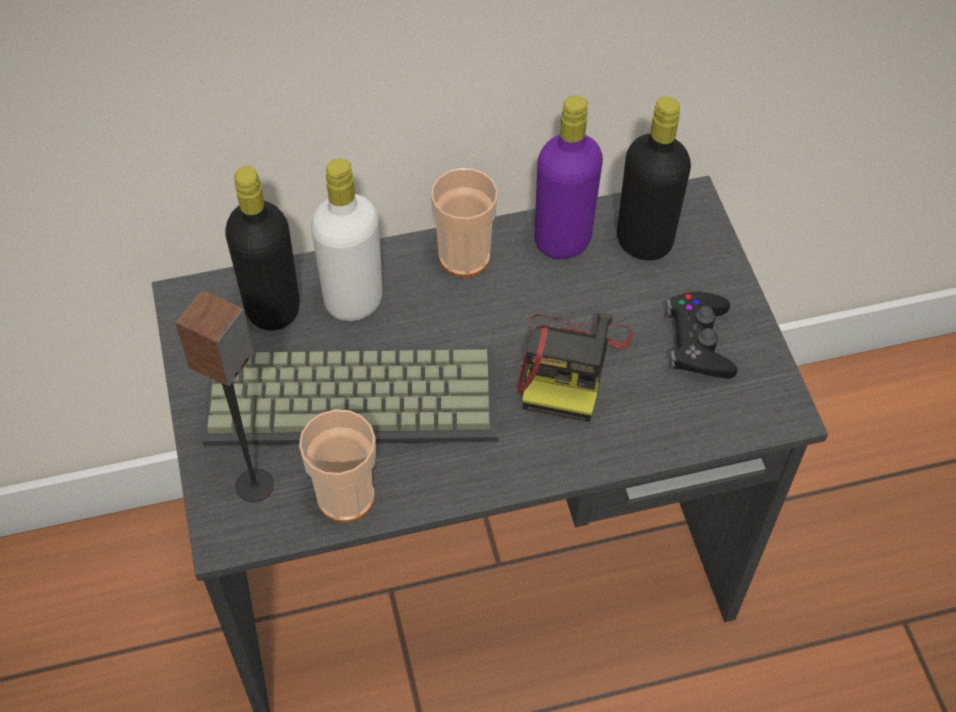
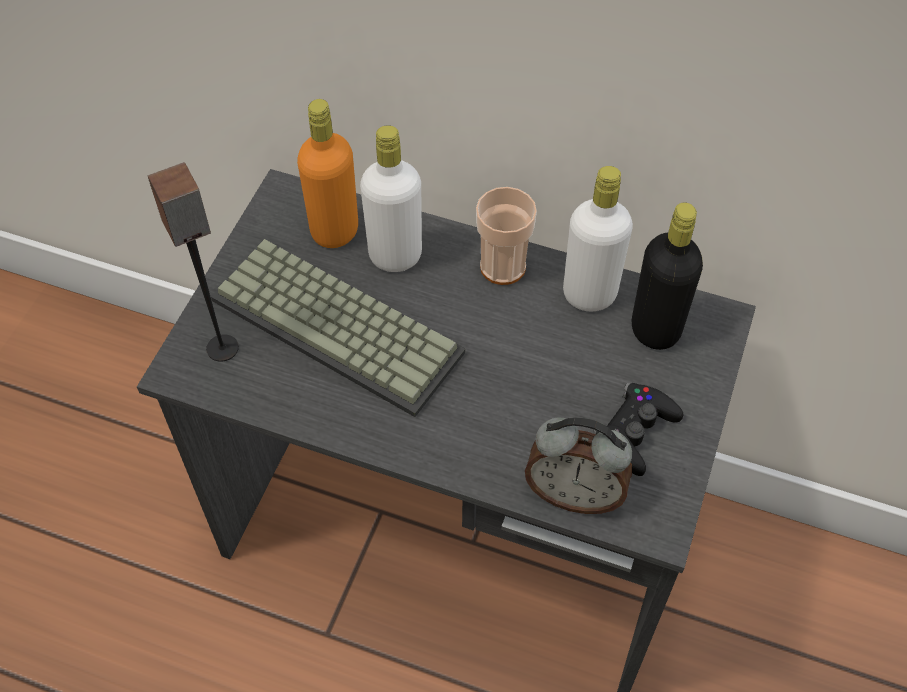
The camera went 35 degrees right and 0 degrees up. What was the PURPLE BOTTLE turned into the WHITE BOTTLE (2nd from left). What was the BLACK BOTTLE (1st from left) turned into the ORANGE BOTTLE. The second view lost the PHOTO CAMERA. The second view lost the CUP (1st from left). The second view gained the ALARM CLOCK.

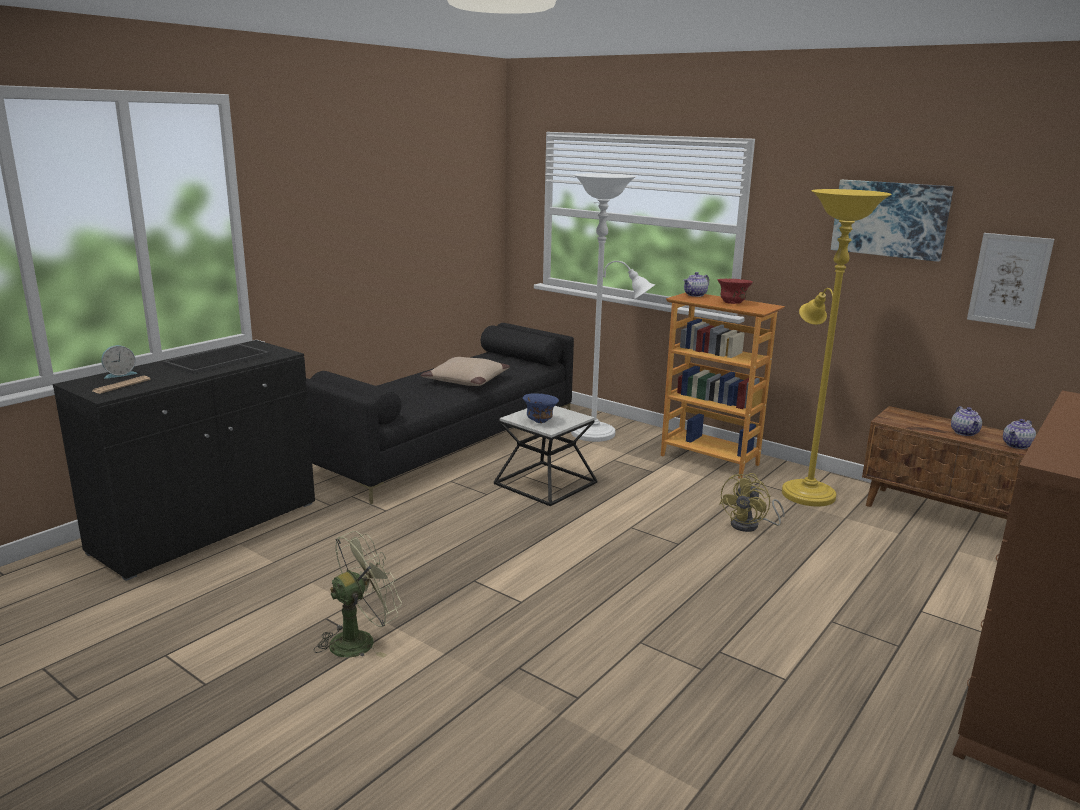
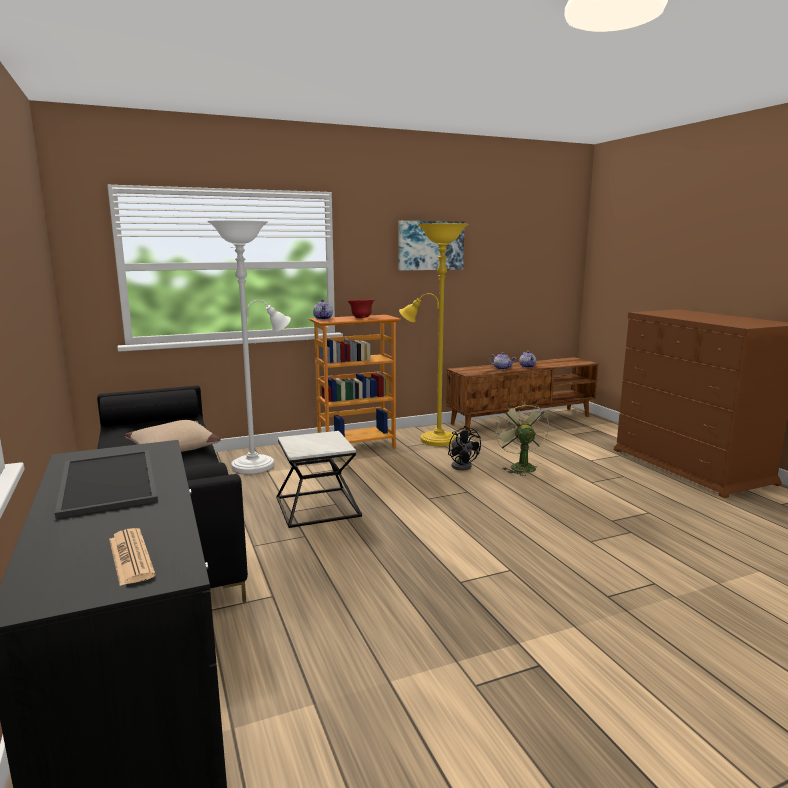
The camera went 60 degrees left and 5 degrees down. The second view lost the PICTURE (2nd from left). The second view lost the ALARM CLOCK. The second view lost the BLUE BOWL. What was the YELLOW FAN turned into the BLACK FAN. The GREEN FAN ended up elsewhere.

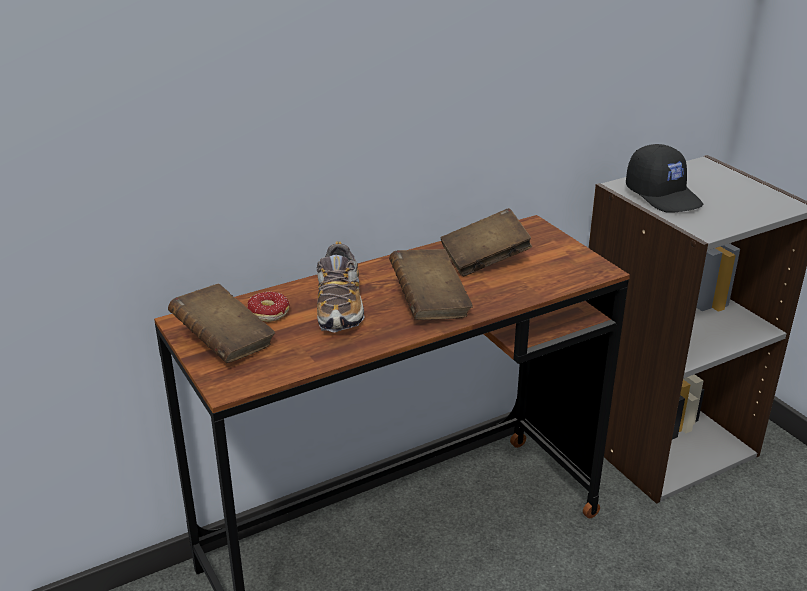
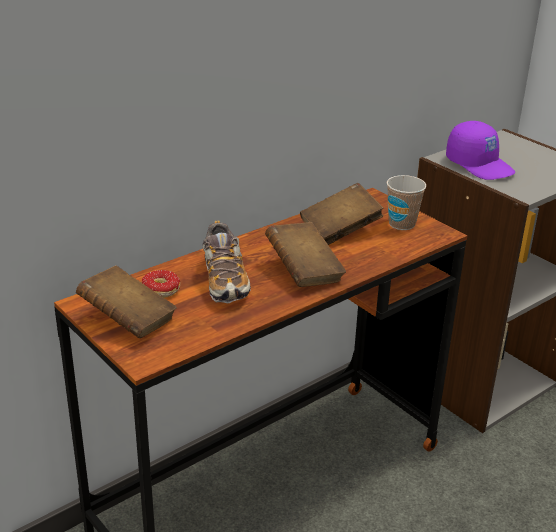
The camera went 10 degrees left and 0 degrees up. What was the BLACK CAP turned into the PURPLE CAP. The second view gained the CUP.

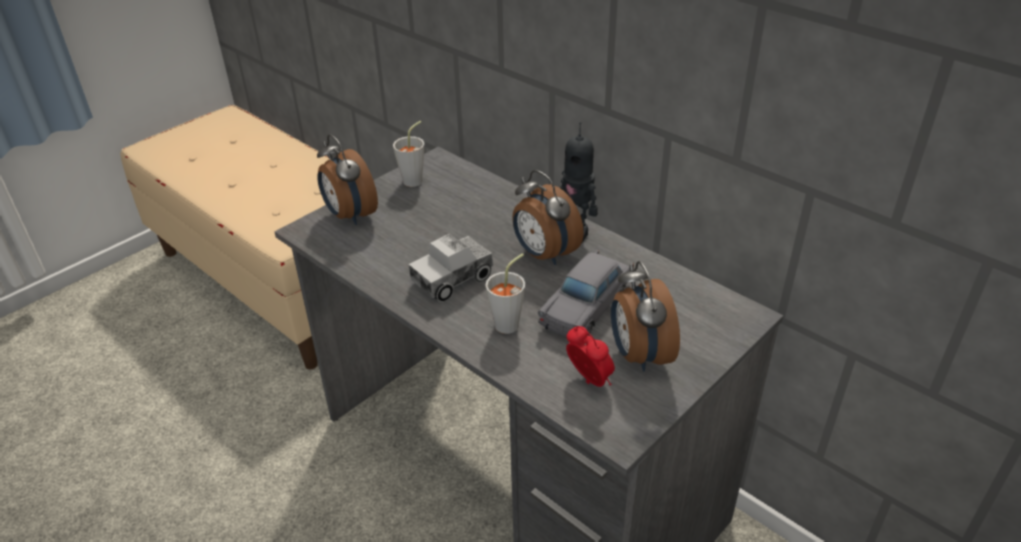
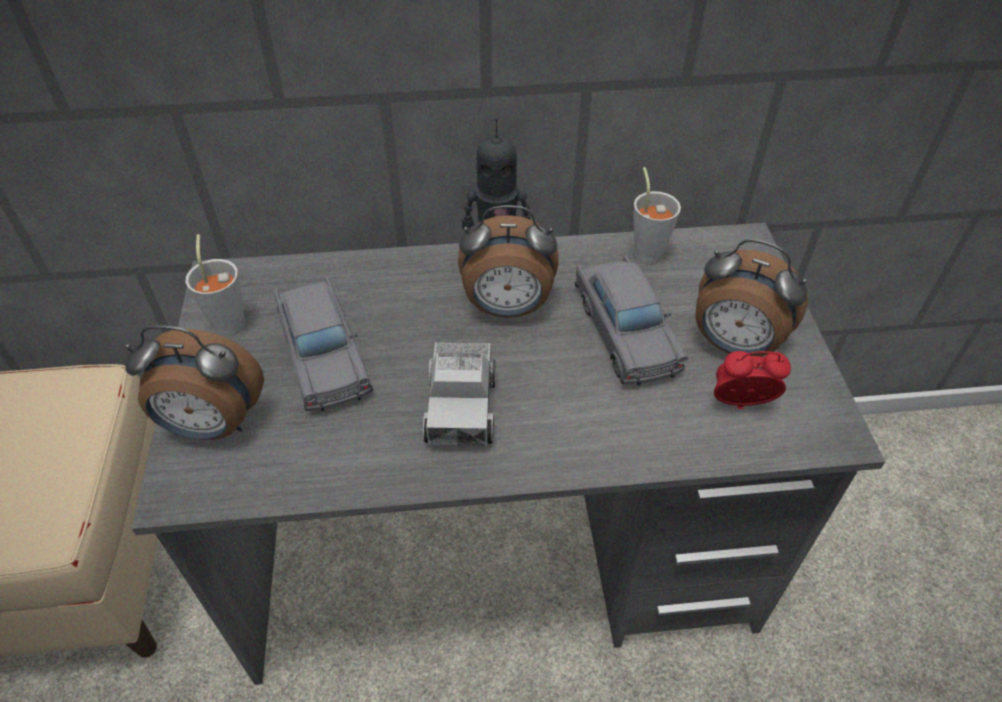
The camera went 50 degrees left and 10 degrees up. The GREY CUP (2nd from left) ended up elsewhere. The second view gained the GREY TOY CAR (1st from left).

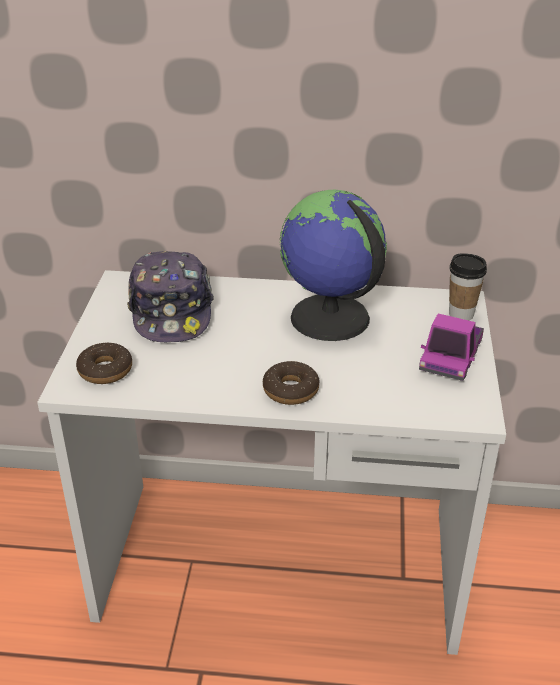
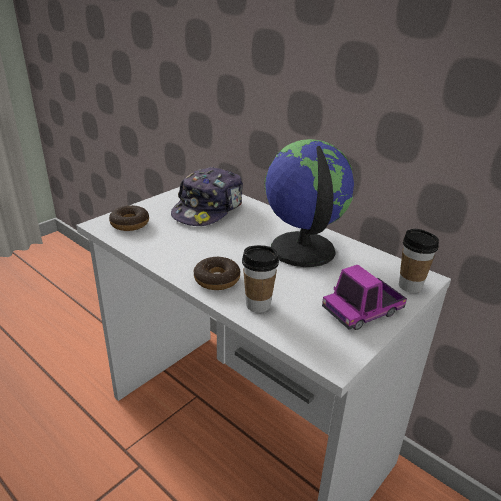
The camera went 35 degrees right and 5 degrees down. The second view gained the CUP (1st from left).

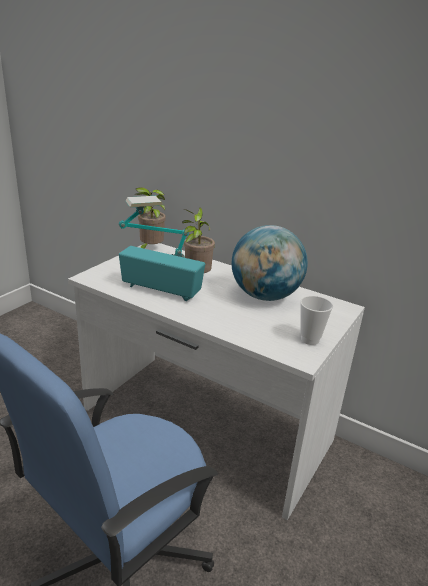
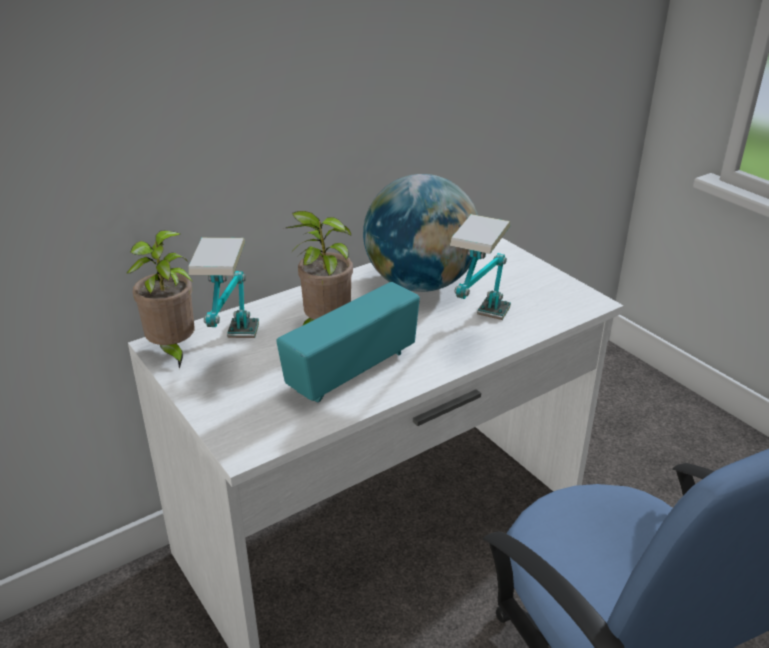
The camera went 65 degrees left and 5 degrees up. The second view lost the CUP. The second view gained the TABLE LAMP (2nd from left).

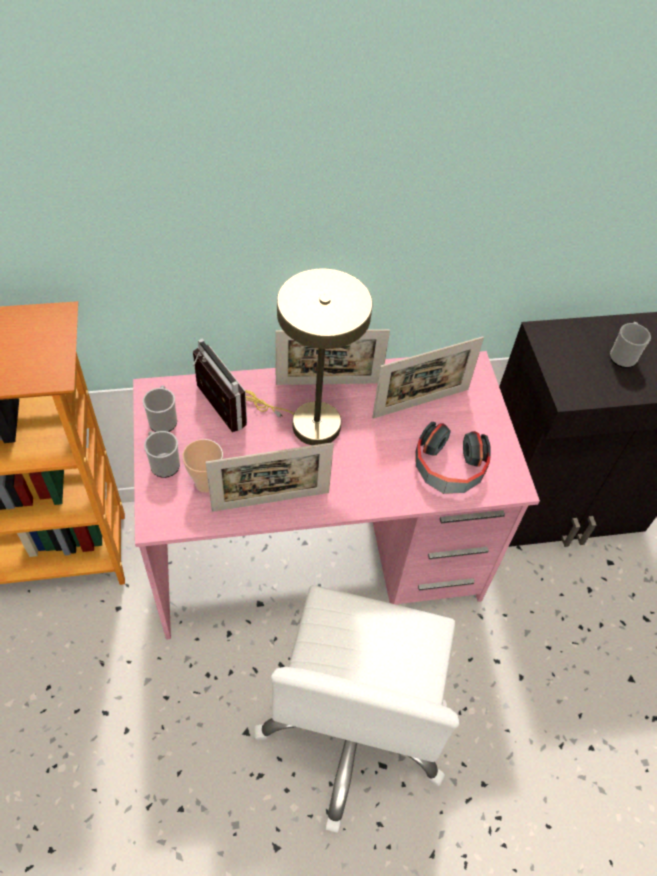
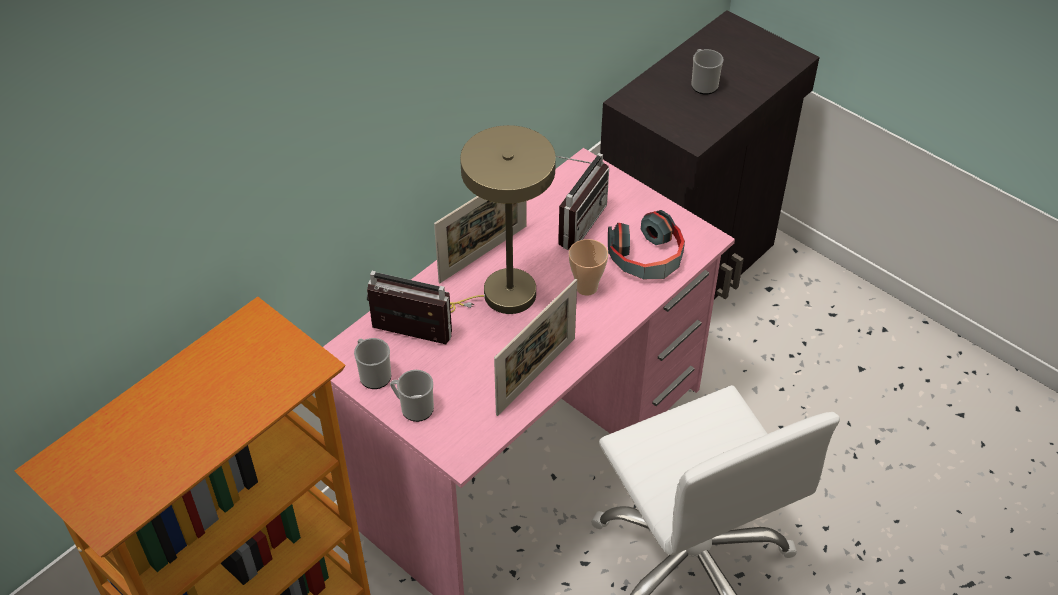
The camera went 35 degrees left and 5 degrees down. Where the PICTURE FRAME (3rd from left) stood, the RADIO (2nd from left) came to stand. The CUP ended up elsewhere.

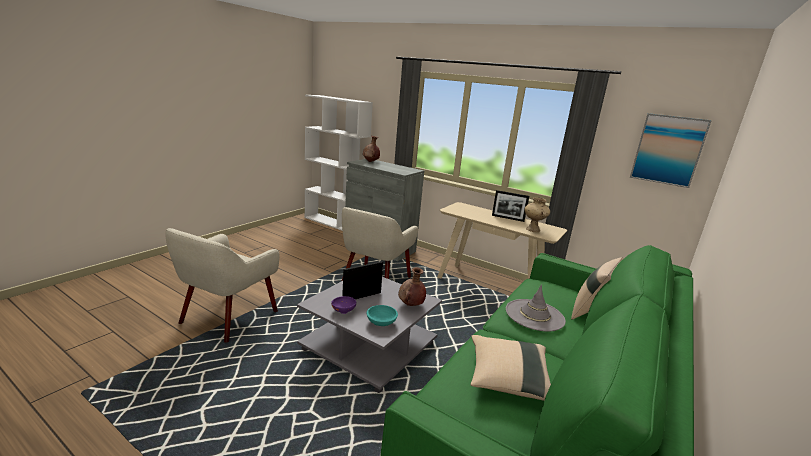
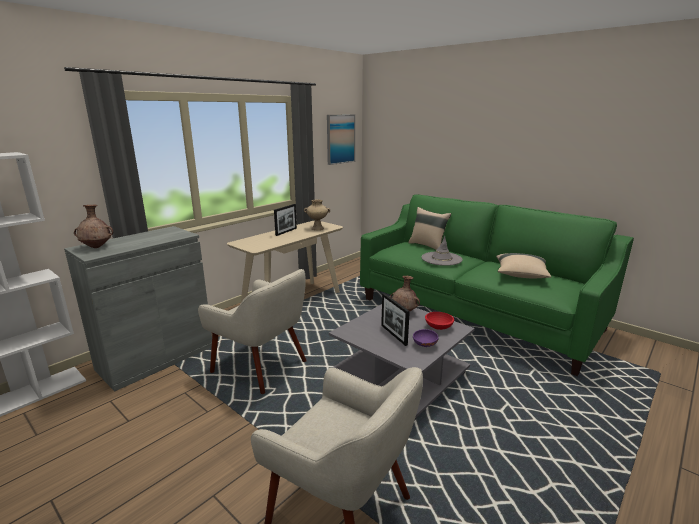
The camera went 80 degrees left and 0 degrees up. What was the TURQUOISE BOWL turned into the RED BOWL.

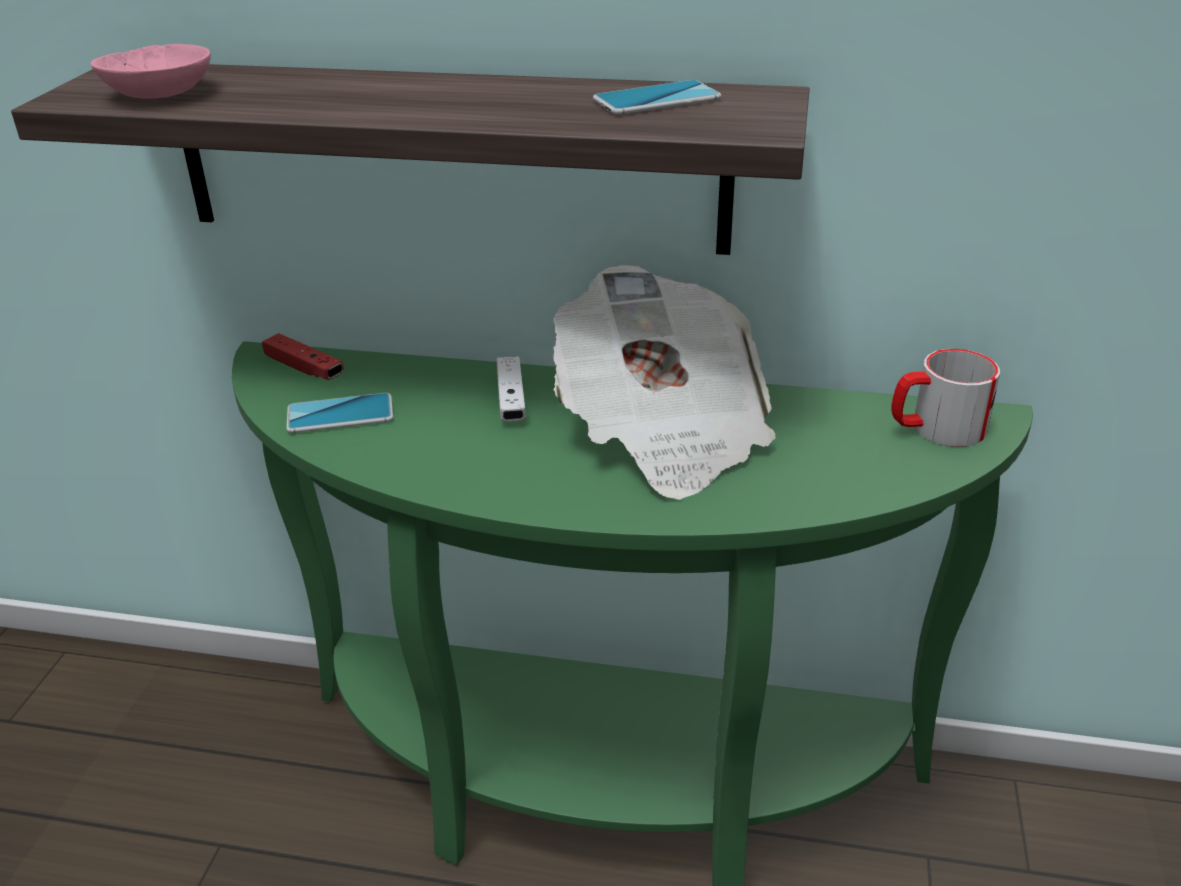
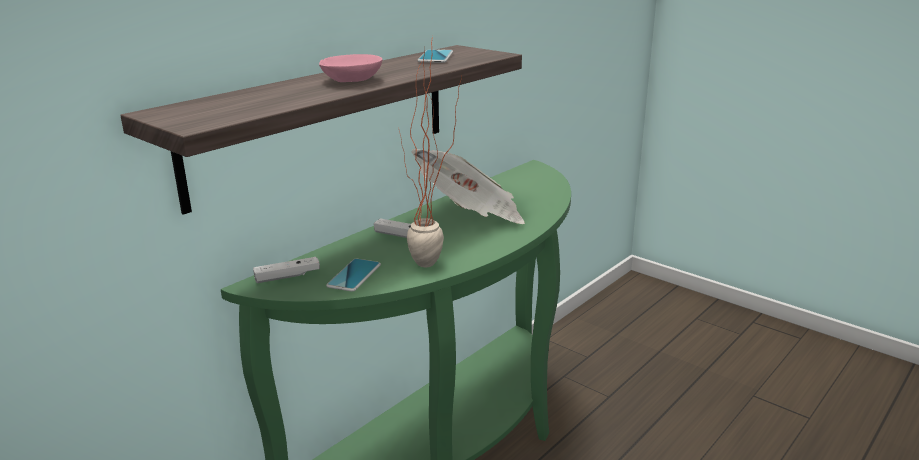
The camera went 60 degrees left and 10 degrees down. The PINK BOWL ended up elsewhere. What was the RED GAME CONTROLLER turned into the WHITE GAME CONTROLLER (1st from left). The second view lost the MUG. The second view gained the POTTED PLANT.

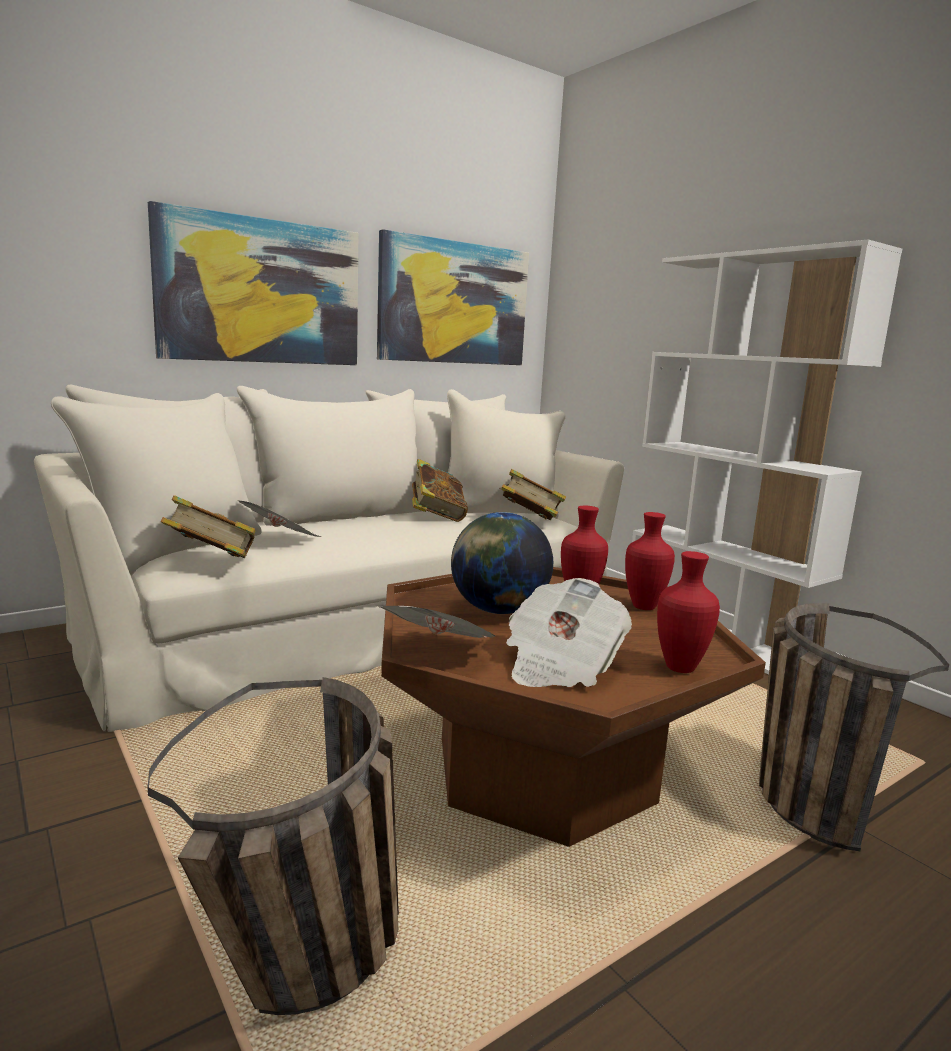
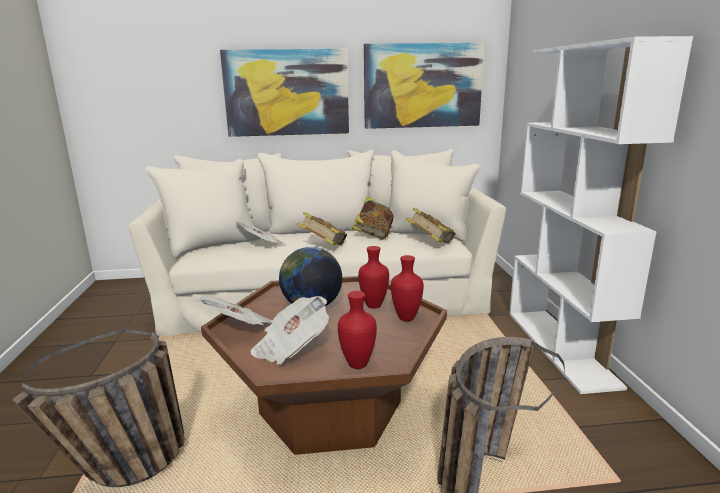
The camera went 30 degrees right and 5 degrees up. The BOOK (1st from left) ended up elsewhere.

